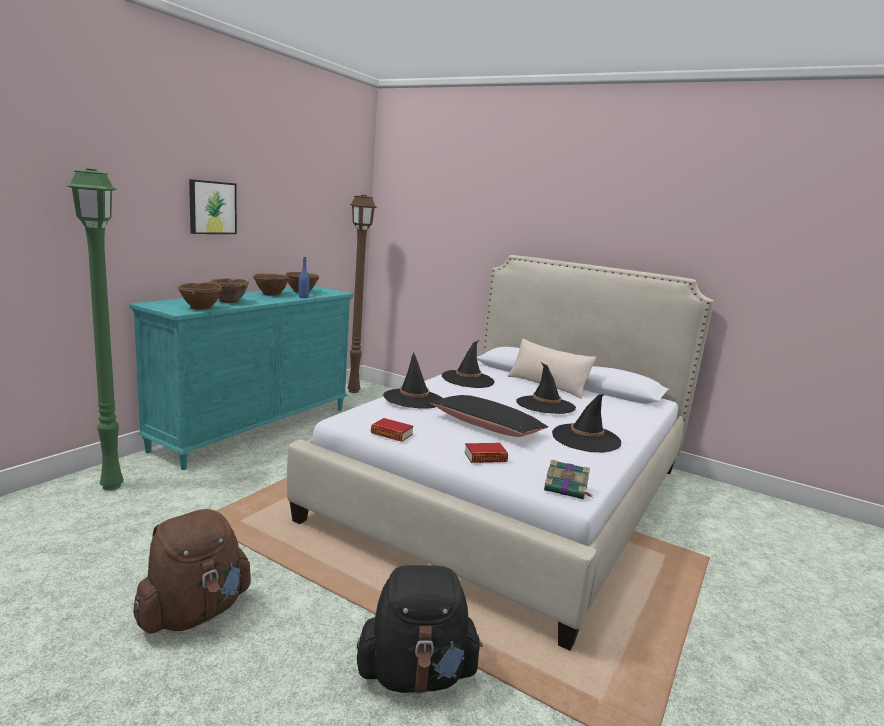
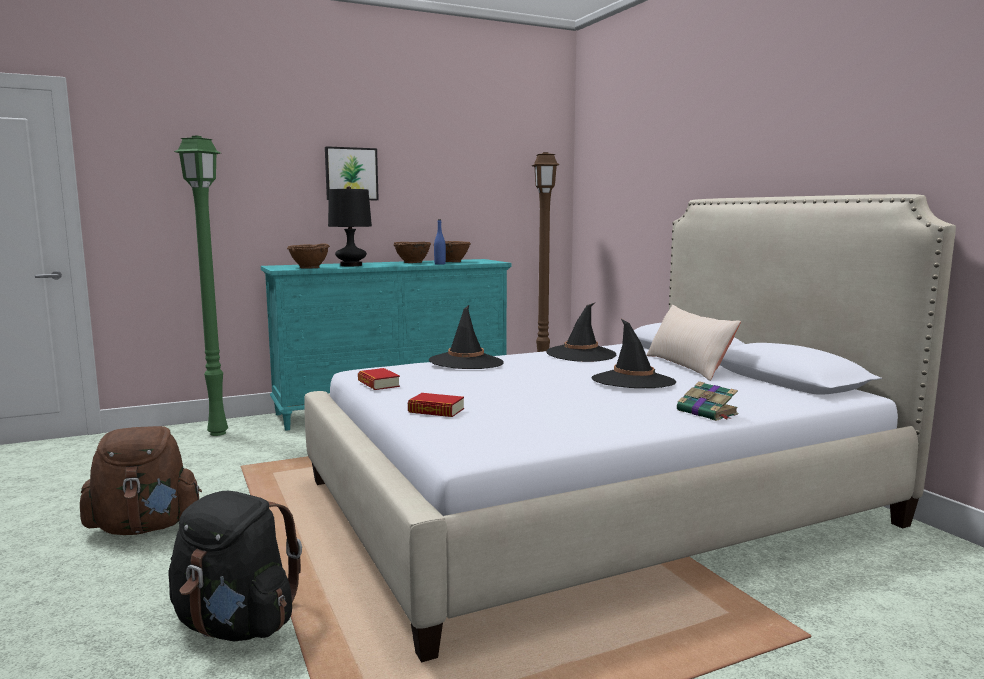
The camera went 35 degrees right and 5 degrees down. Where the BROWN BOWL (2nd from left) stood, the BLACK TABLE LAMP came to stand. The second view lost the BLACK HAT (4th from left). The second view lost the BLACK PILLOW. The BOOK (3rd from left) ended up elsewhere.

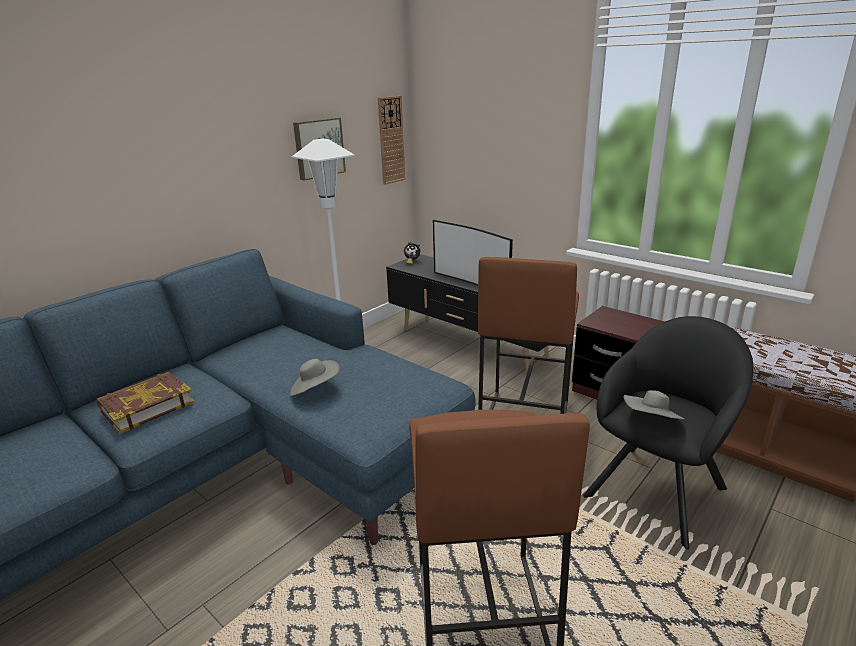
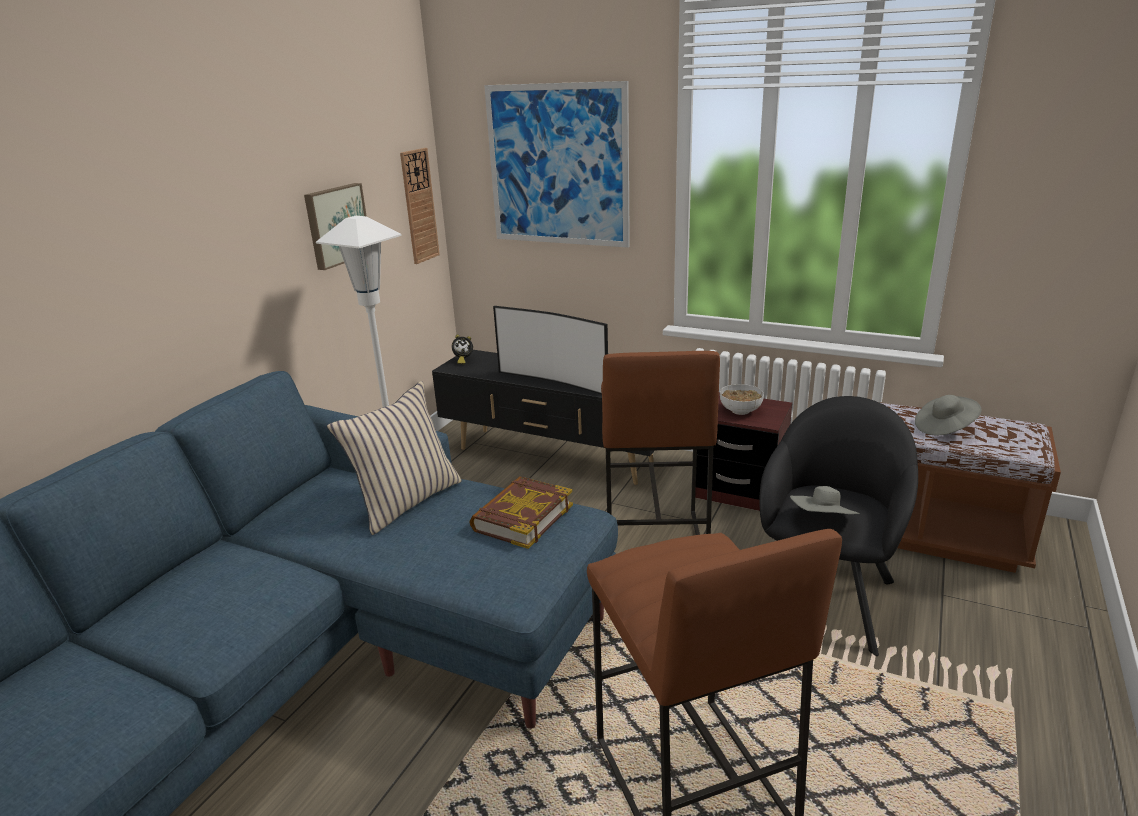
The camera went 15 degrees left and 0 degrees up. The GREY HAT (1st from left in the first image) ended up elsewhere. The BOOK ended up elsewhere. The second view gained the PICTURE (2nd from left). The second view gained the BEIGE PILLOW. The second view gained the BOWL.

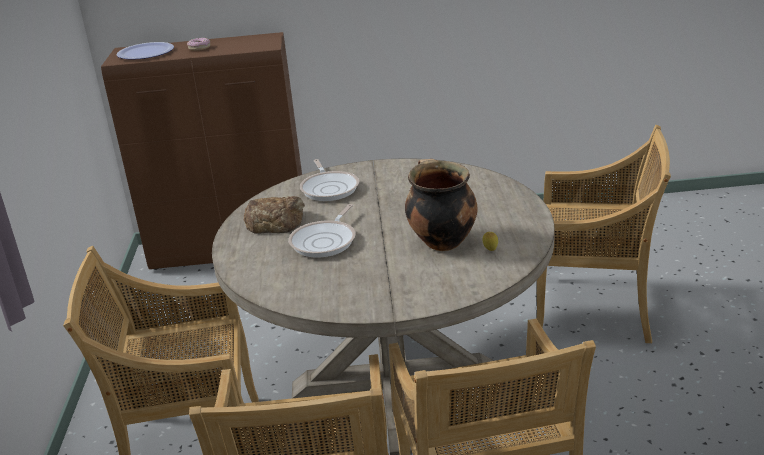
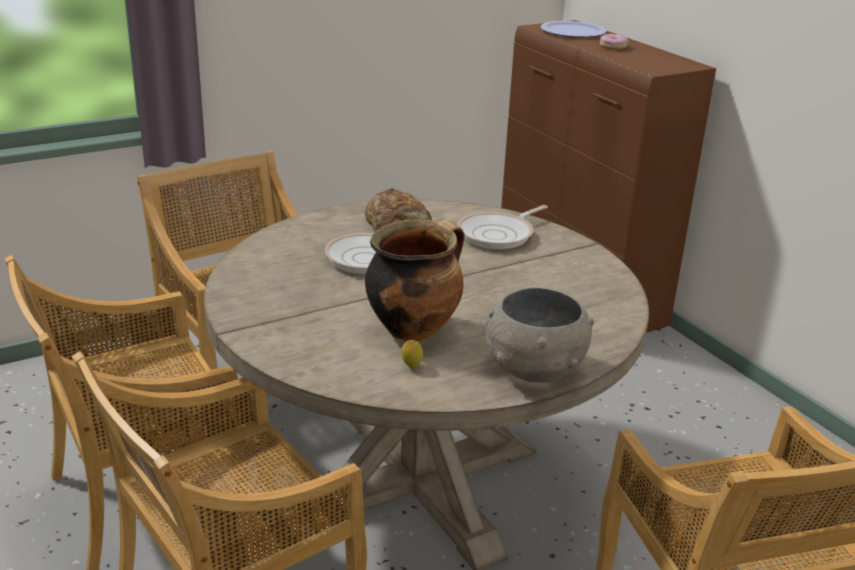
The camera went 60 degrees right and 0 degrees up. The second view gained the GREY BOWL.

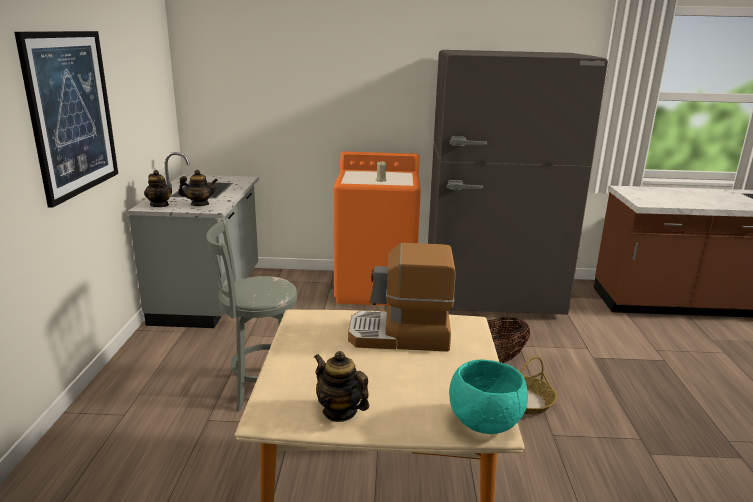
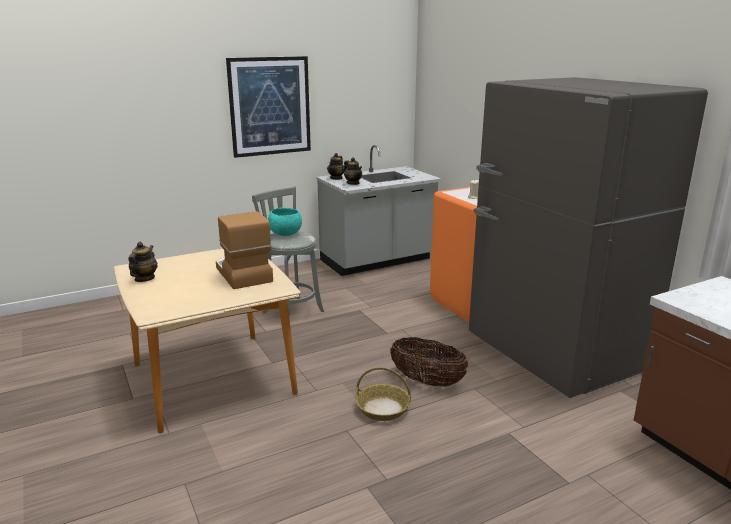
The camera went 60 degrees right and 0 degrees up. The TURQUOISE BOWL ended up elsewhere.

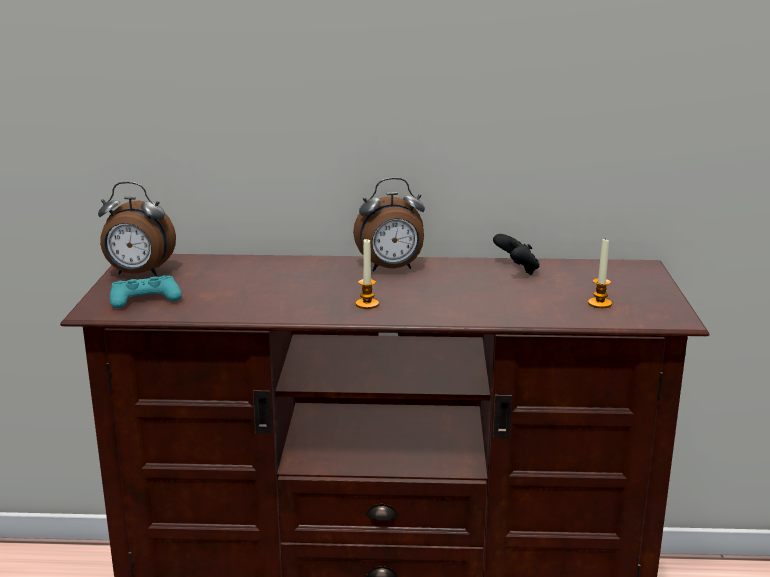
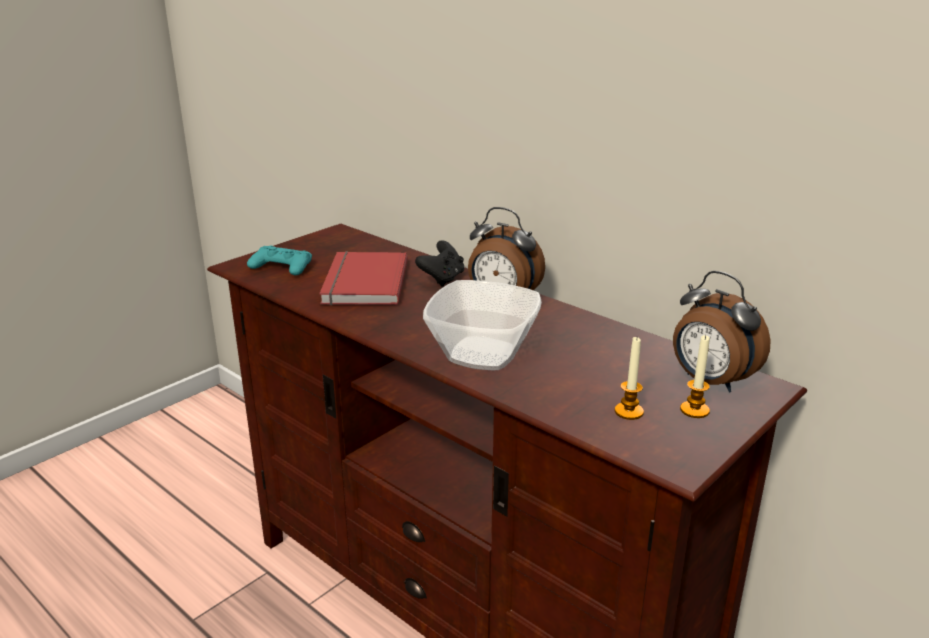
The camera went 40 degrees right and 5 degrees up. The ALARM CLOCK (1st from left in the first image) ended up elsewhere. The BLACK GAME CONTROLLER ended up elsewhere. The CANDLE (1st from left in the first image) ended up elsewhere. The second view gained the RED BOOK. The second view gained the BOWL.

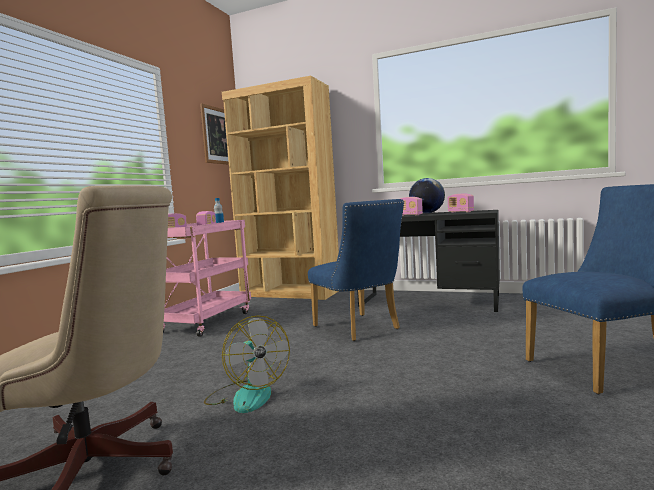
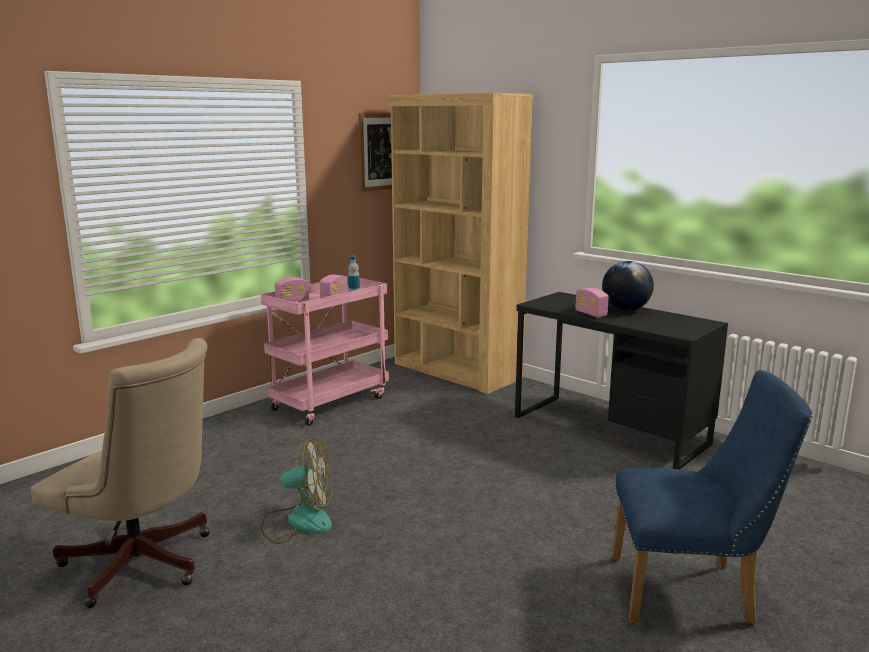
The camera went 20 degrees right and 10 degrees up. The second view lost the RADIO (4th from left). The second view lost the BLUE CHAIR (1st from left). The FAN ended up facing another way, 75 degrees counterclockwise from before.

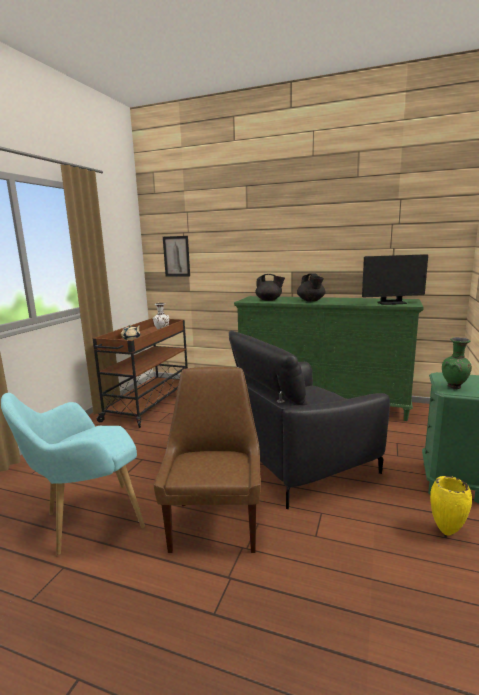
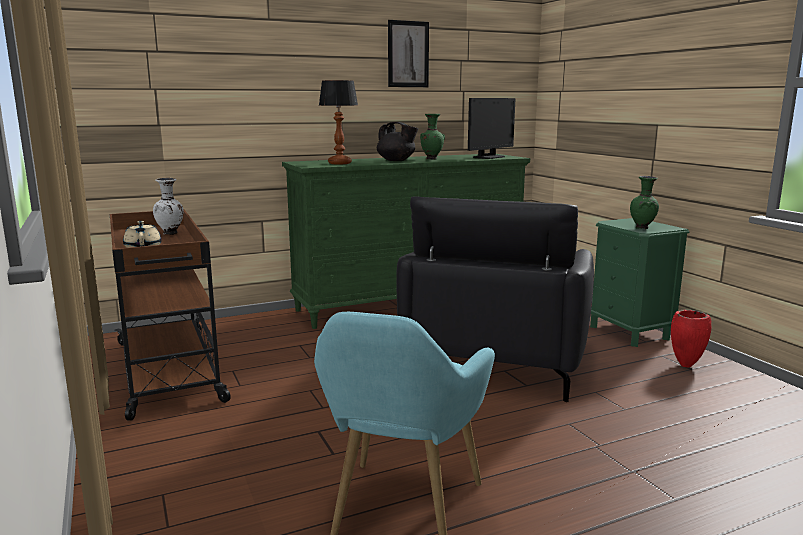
The camera went 45 degrees left and 0 degrees up. The PICTURE ended up elsewhere. Where the BLACK TEAPOT (1st from left) stood, the TABLE LAMP came to stand. The second view lost the BROWN CHAIR. What was the YELLOW VASE turned into the RED VASE. The second view gained the GREEN VASE (1st from left).

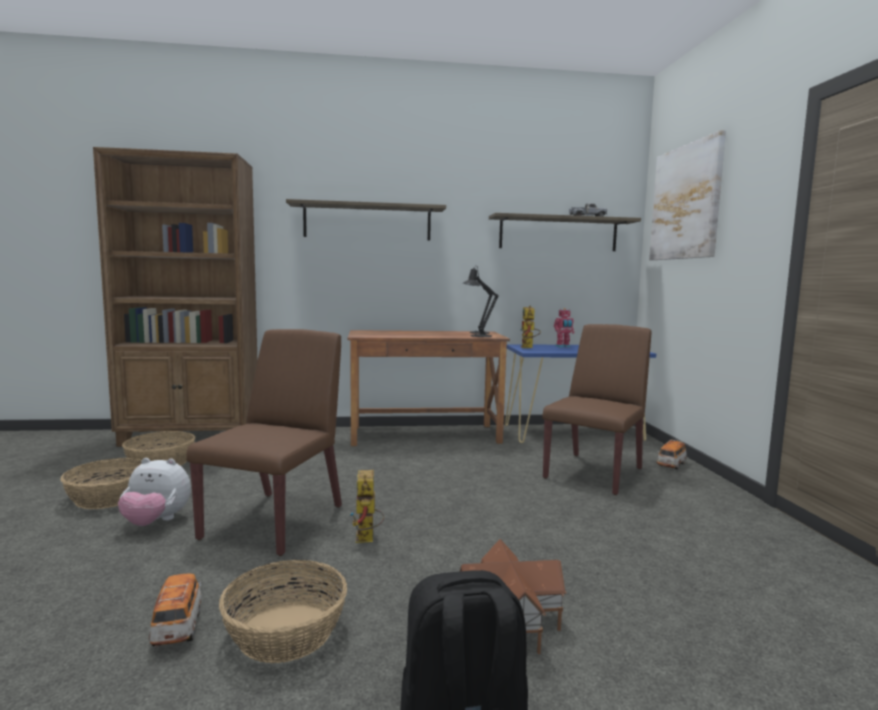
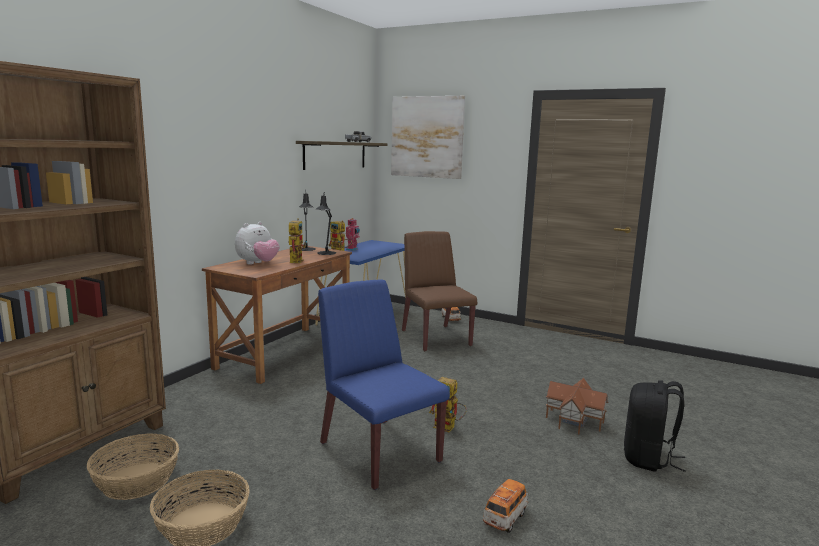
The camera went 55 degrees left and 5 degrees up. The second view lost the SHELF (1st from left). What was the BROWN CHAIR (1st from left) turned into the BLUE CHAIR. The PLUSH TOY ended up elsewhere. The second view lost the BASKET (3rd from left). The TOY CAR (1st from left in the first image) ended up facing another way, 105 degrees clockwise from before. The second view gained the TOY ROBOT (1st from left).

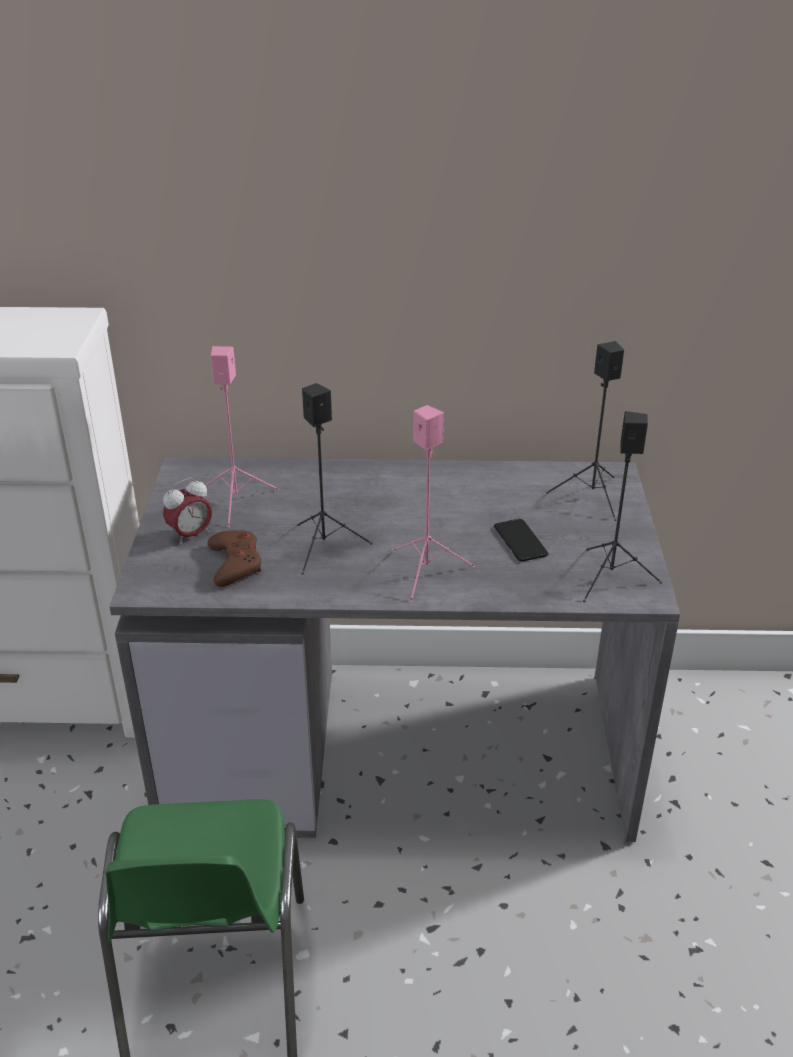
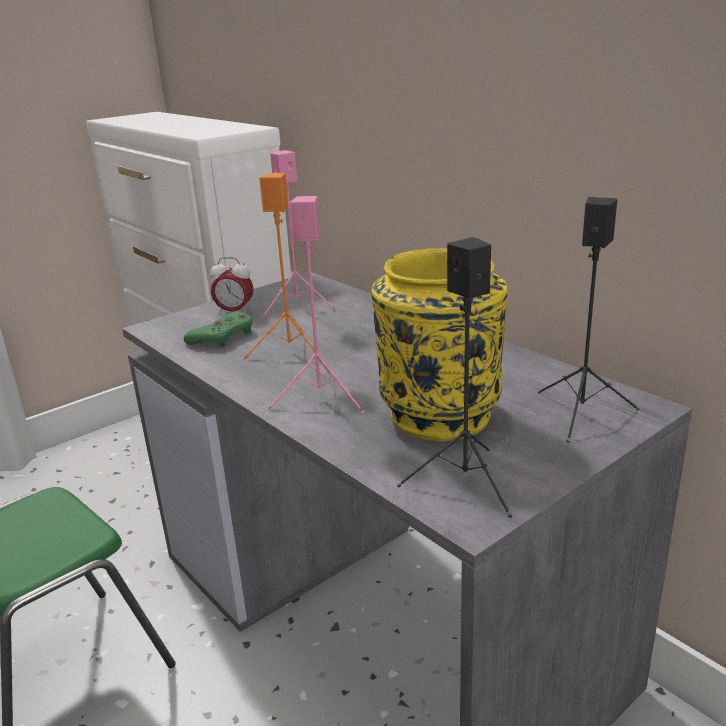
The camera went 50 degrees right and 10 degrees down. What was the BLACK SPEAKER (1st from left) turned into the ORANGE SPEAKER. Where the PHONE stood, the YELLOW VASE came to stand. What was the BROWN GAME CONTROLLER turned into the GREEN GAME CONTROLLER.

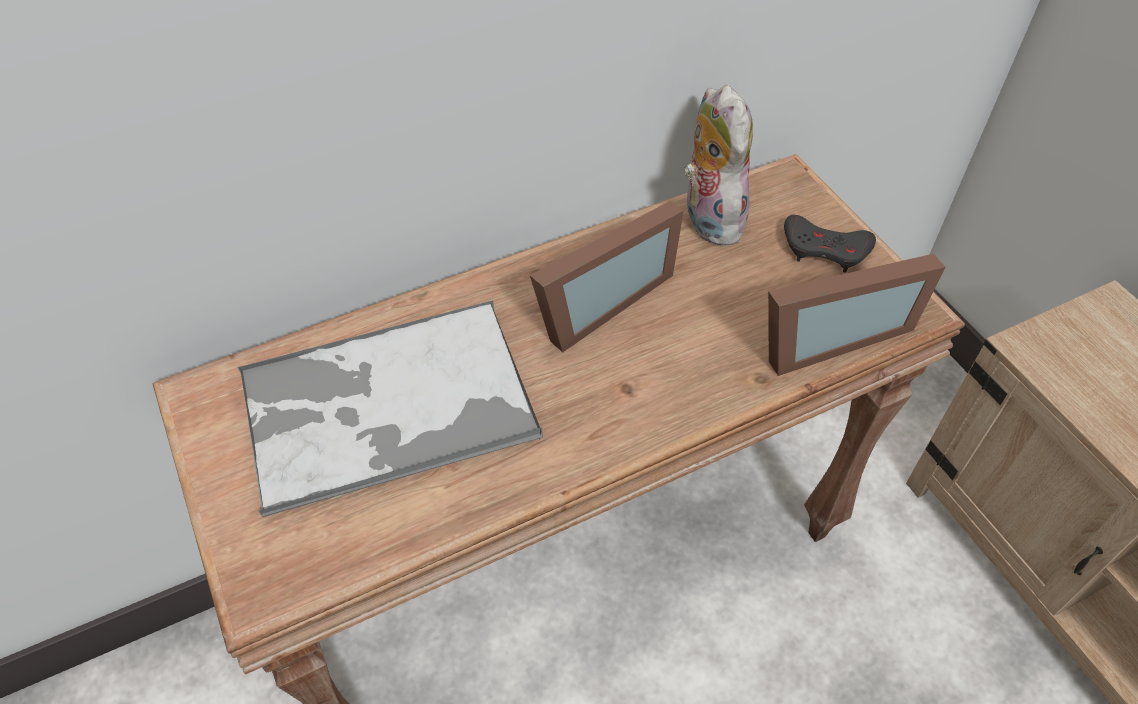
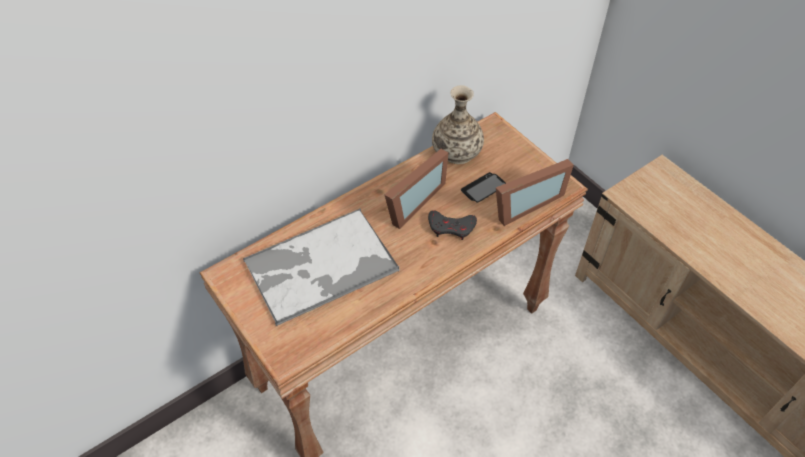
The camera went 10 degrees left and 0 degrees up. Where the PLUSH TOY stood, the VASE came to stand. The GREY GAME CONTROLLER ended up elsewhere. The second view gained the PHONE.

